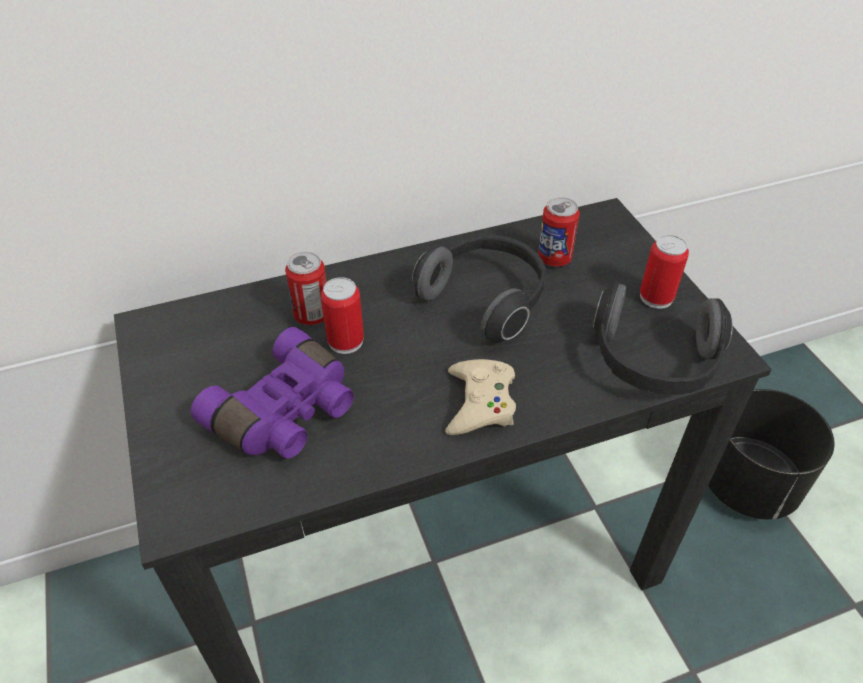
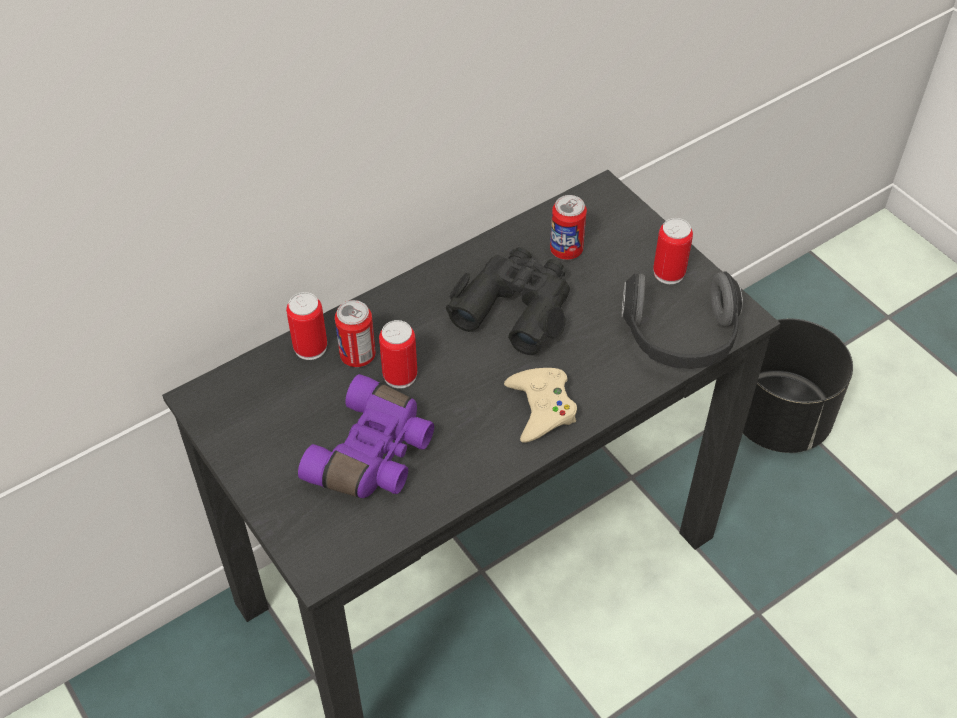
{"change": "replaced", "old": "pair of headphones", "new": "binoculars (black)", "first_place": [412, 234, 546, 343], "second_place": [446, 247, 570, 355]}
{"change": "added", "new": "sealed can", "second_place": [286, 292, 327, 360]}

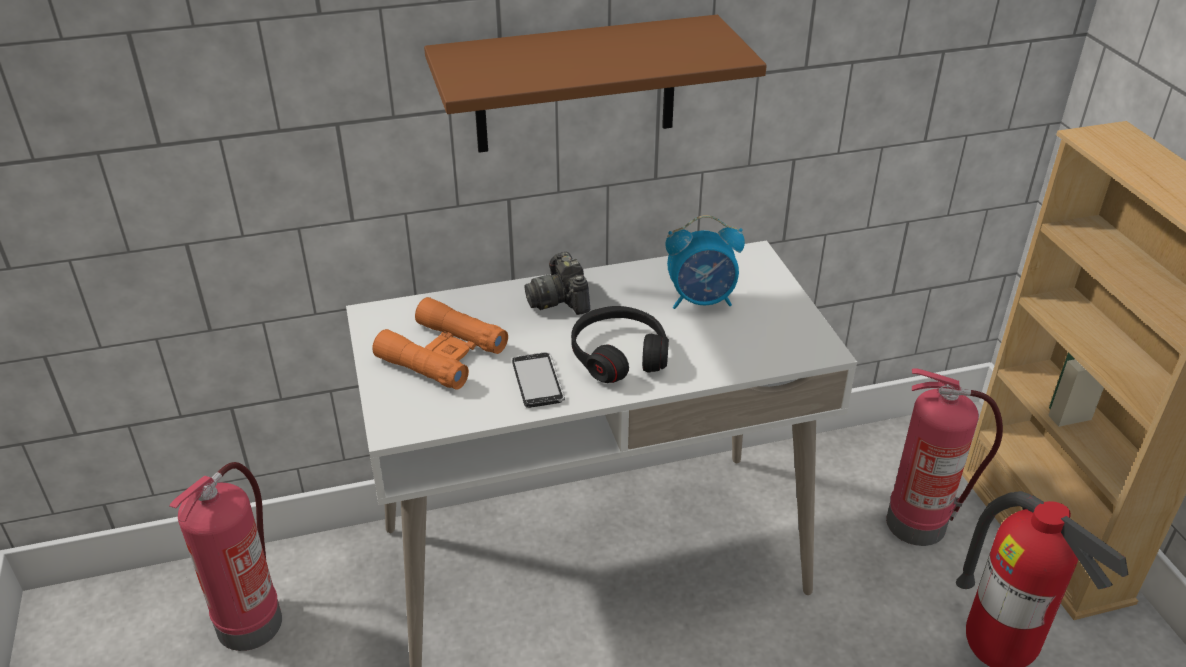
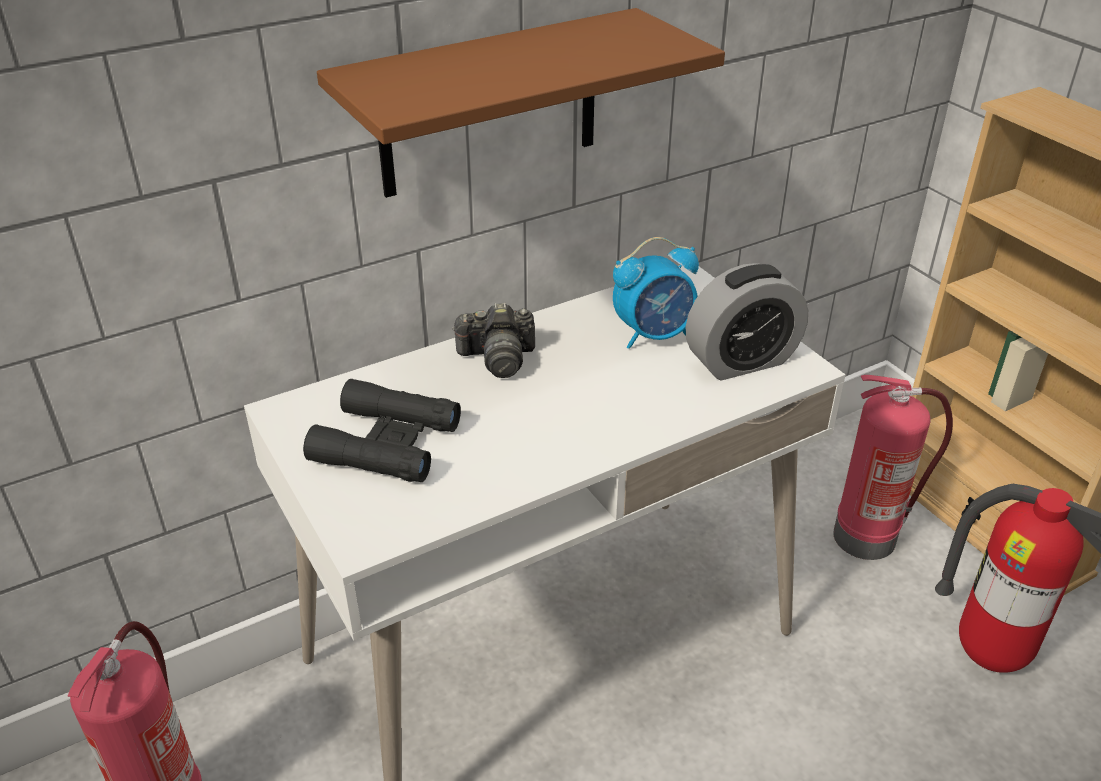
{"change": "turned", "old": "photo camera", "first_place": [525, 252, 590, 315], "second_place": [452, 303, 535, 378], "degrees": -60}
{"change": "recoloured", "old": "binoculars (orange)", "new": "binoculars (black)", "first_place": [372, 297, 508, 390], "second_place": [303, 379, 461, 482]}
{"change": "removed", "old": "pair of headphones (black)", "first_place": [571, 306, 669, 383]}
{"change": "removed", "old": "telephone", "first_place": [512, 352, 565, 408]}
{"change": "added", "new": "table clock", "second_place": [686, 263, 808, 380]}

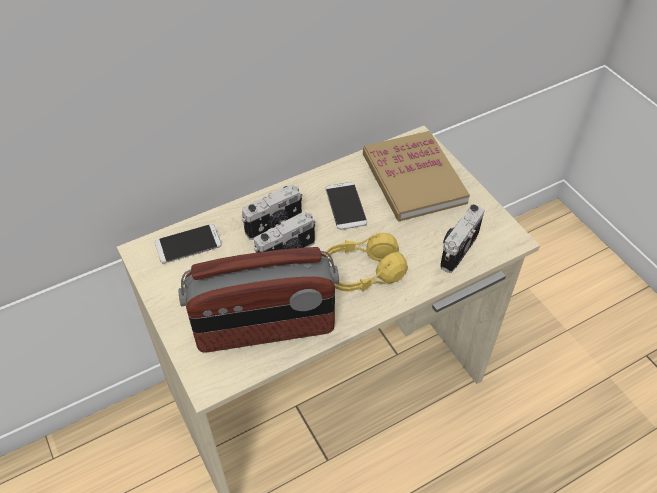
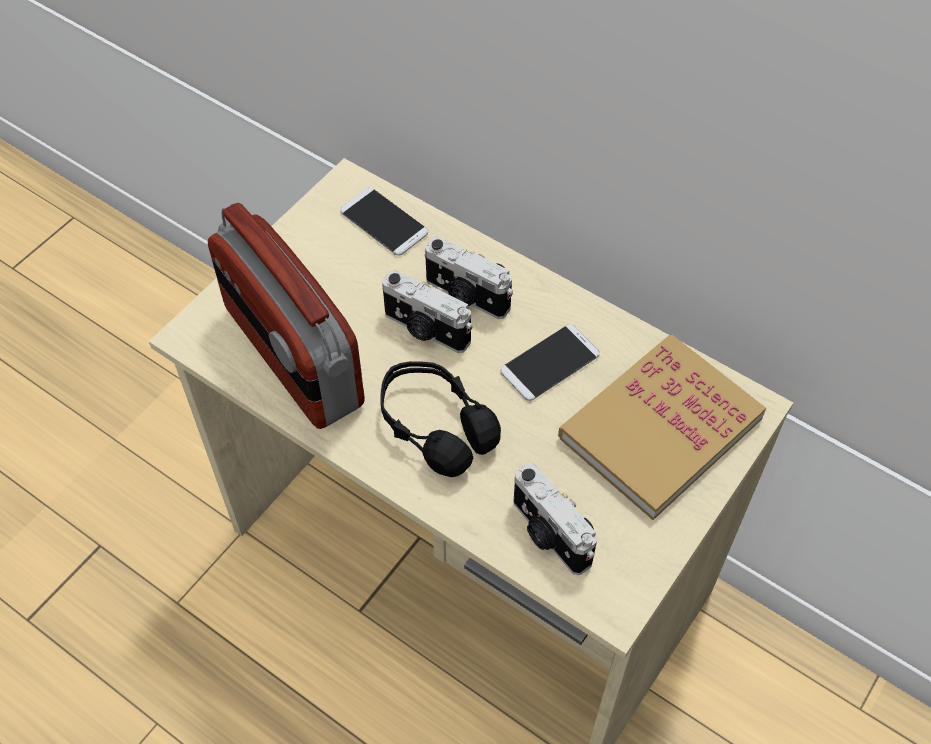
{"change": "turned", "old": "photo camera", "first_place": [440, 205, 484, 273], "second_place": [513, 463, 597, 575], "degrees": -135}
{"change": "recoloured", "old": "pair of headphones (yellowish)", "new": "pair of headphones (black)", "first_place": [324, 233, 408, 292], "second_place": [380, 361, 501, 477]}

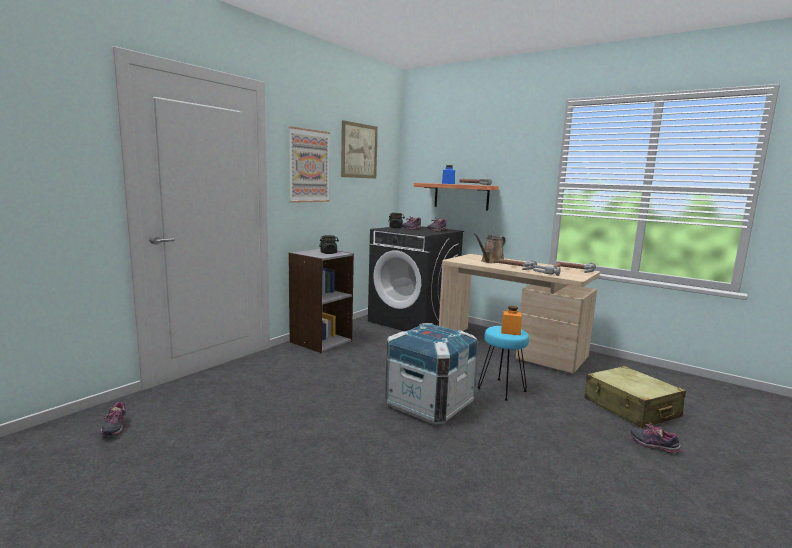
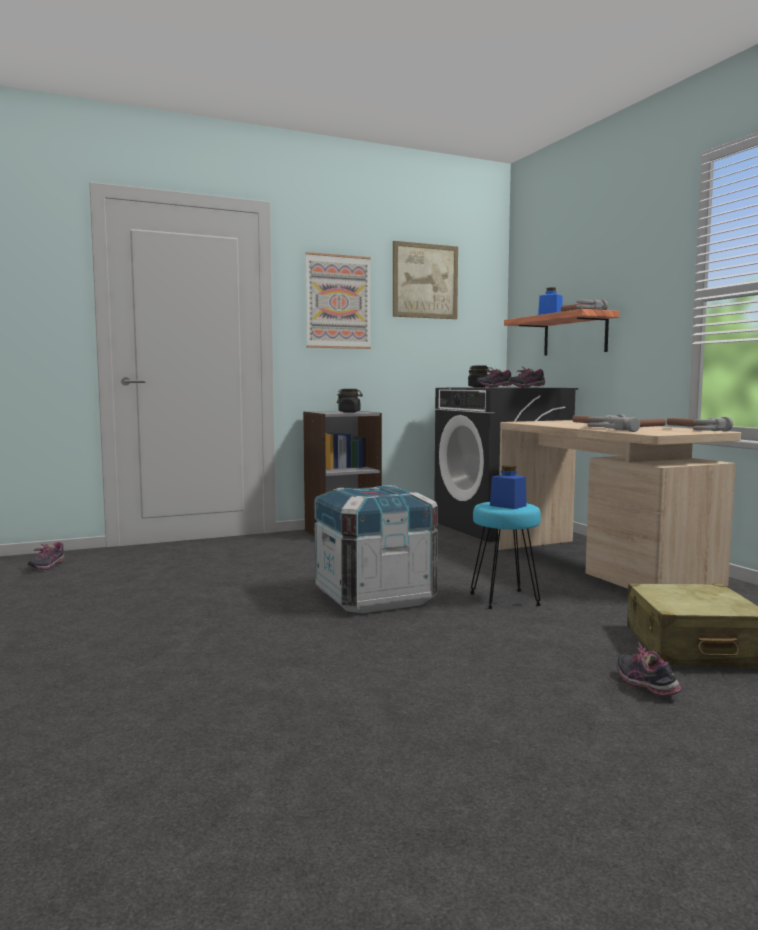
{"change": "removed", "old": "watering can (brown-coloured)", "first_place": [474, 233, 506, 263]}
{"change": "recoloured", "old": "storage jar (orange)", "new": "storage jar (blue)", "first_place": [501, 306, 522, 336], "second_place": [490, 465, 527, 509]}

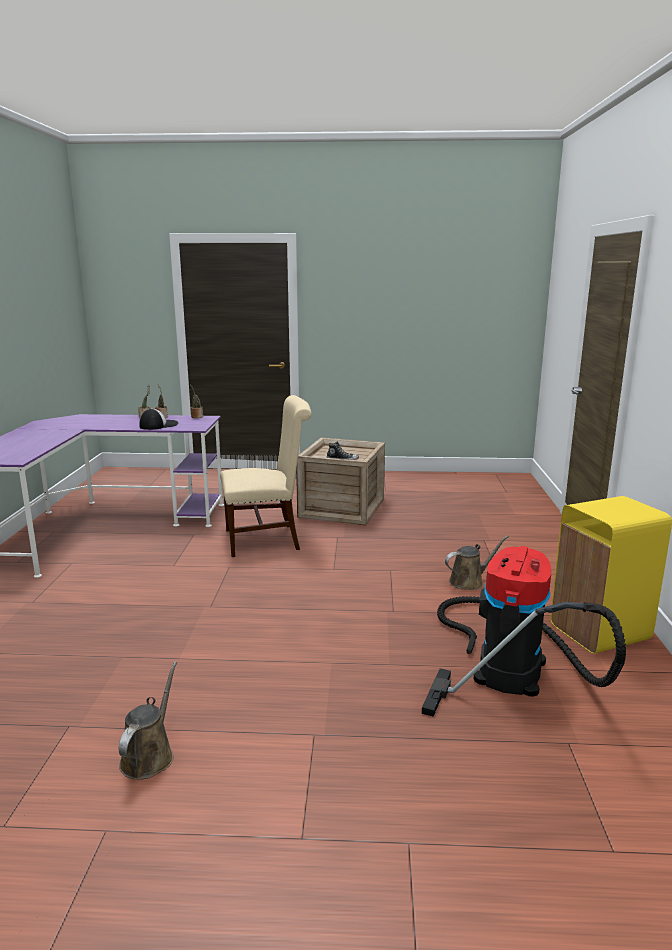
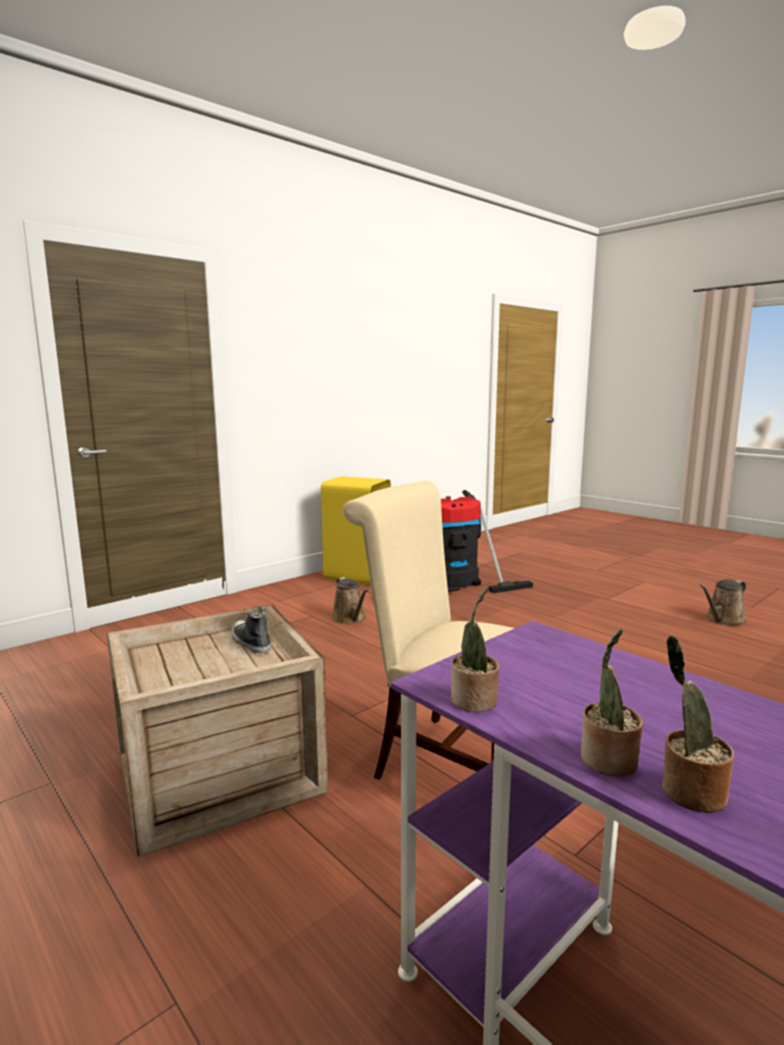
{"change": "removed", "old": "cap", "first_place": [139, 409, 178, 430]}
{"change": "turned", "old": "watering can (brown-coloured)", "first_place": [445, 535, 509, 590], "second_place": [332, 577, 367, 624], "degrees": -135}

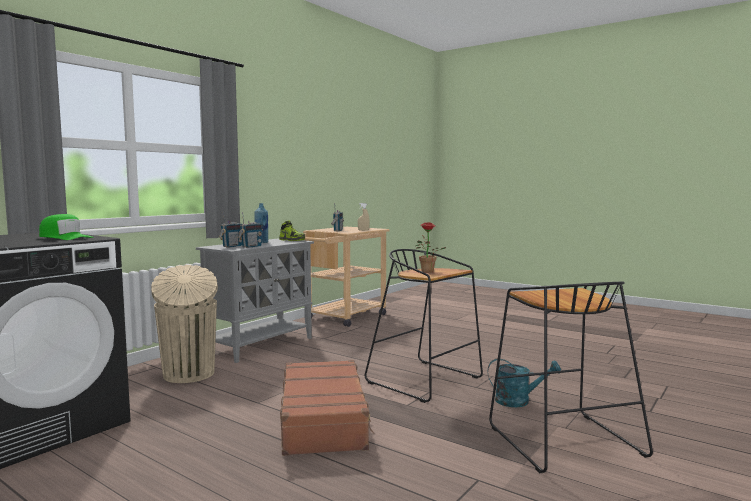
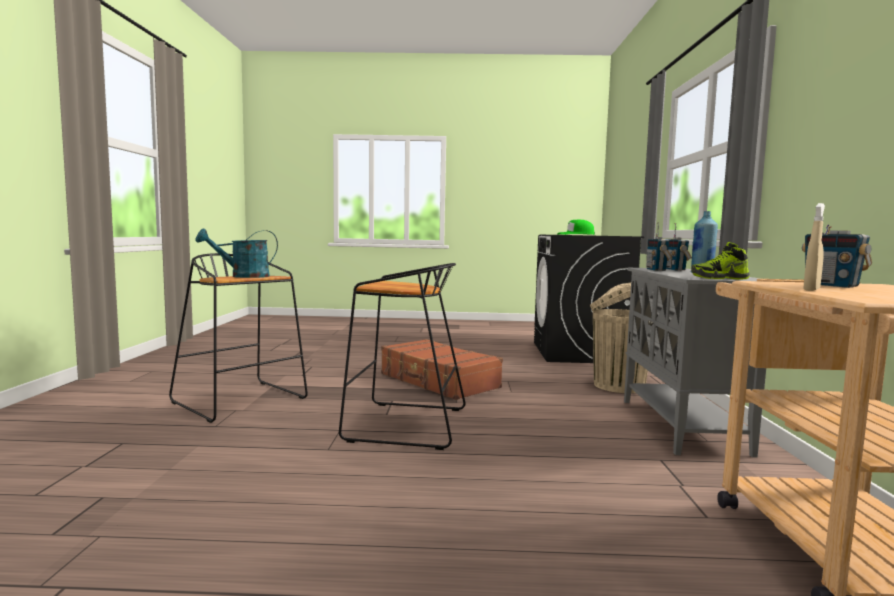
{"change": "removed", "old": "houseplant", "first_place": [416, 222, 446, 273]}
{"change": "moved", "old": "watering can (blue-green)", "first_place": [488, 359, 561, 407], "second_place": [196, 228, 278, 278]}

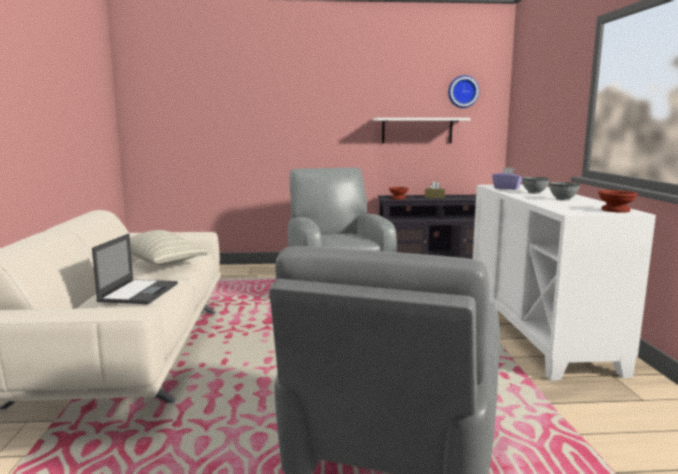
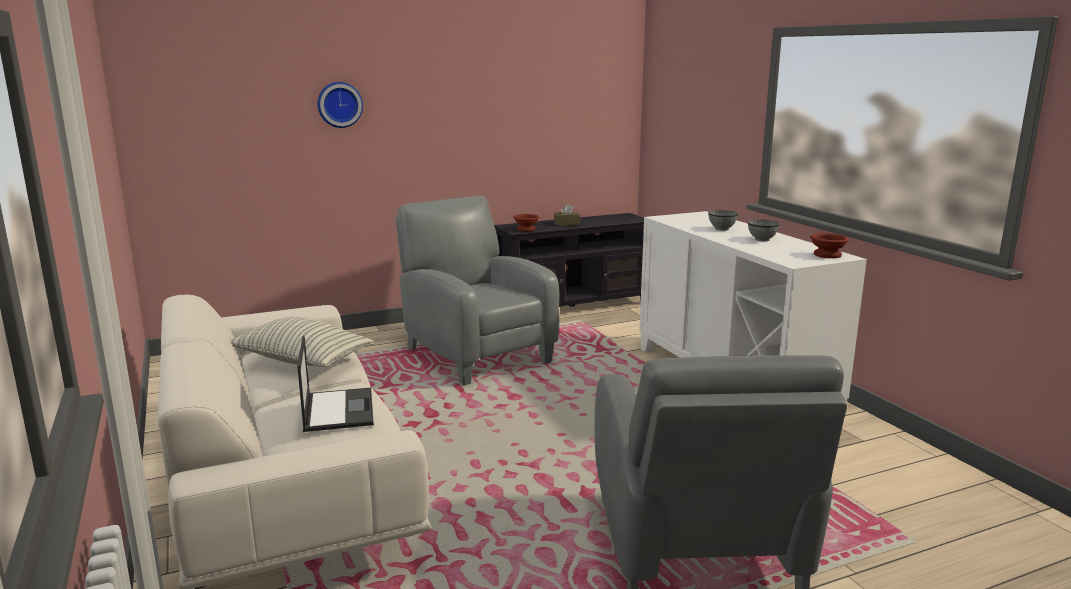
{"change": "moved", "old": "clock on the wall", "first_place": [448, 75, 479, 108], "second_place": [317, 82, 363, 128]}
{"change": "removed", "old": "shelf (white-coloured)", "first_place": [373, 118, 470, 144]}
{"change": "removed", "old": "box of tissues (purple-coloured)", "first_place": [492, 167, 522, 190]}

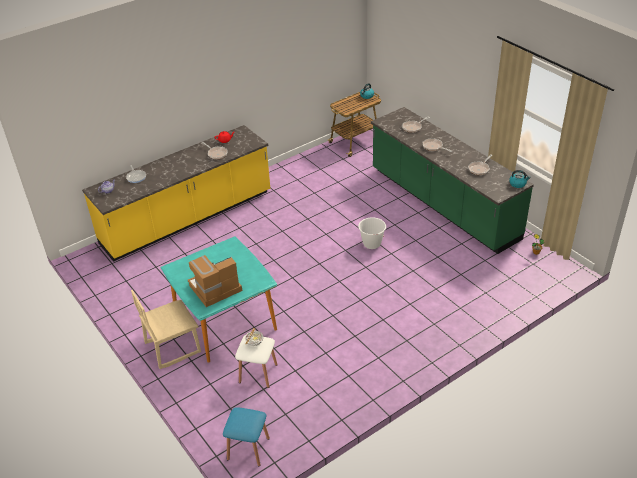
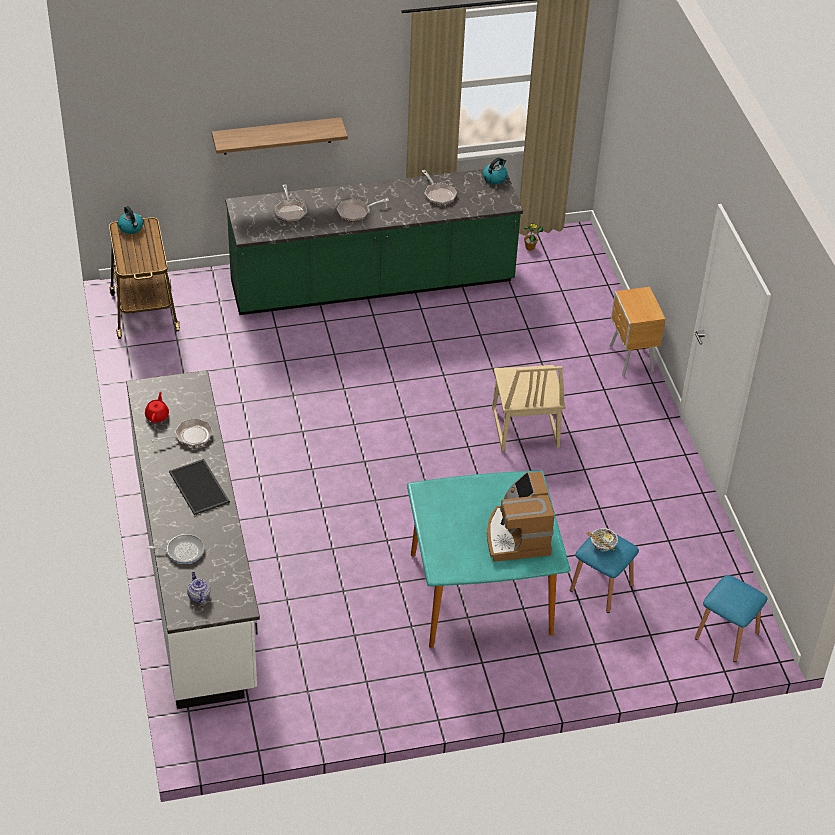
{"change": "recoloured", "old": "kitchen base unit (yellowish)", "new": "kitchen base unit (white-coloured)", "first_place": [82, 125, 270, 262], "second_place": [126, 370, 260, 709]}
{"change": "removed", "old": "water bucket (white-coloured)", "first_place": [358, 217, 386, 249]}
{"change": "moved", "old": "upright chair (beige)", "first_place": [131, 290, 201, 369], "second_place": [492, 365, 565, 451]}
{"change": "recoloured", "old": "stool seat (white-coloured)", "new": "stool seat (blue)", "first_place": [235, 336, 278, 388], "second_place": [570, 528, 639, 613]}
{"change": "added", "new": "shelf", "second_place": [212, 117, 348, 155]}
{"change": "added", "new": "bedside table (brown-coloured)", "second_place": [609, 287, 665, 376]}
{"change": "added", "new": "tray", "second_place": [169, 459, 230, 515]}

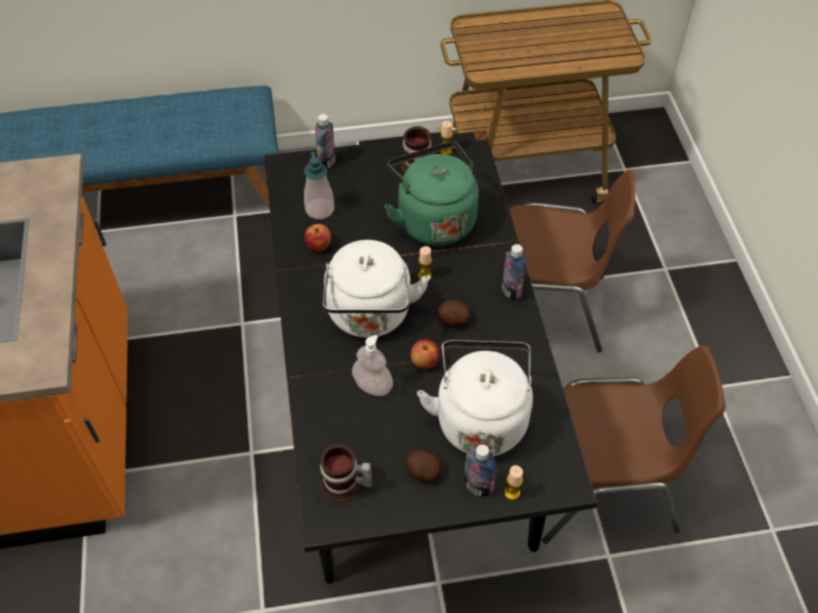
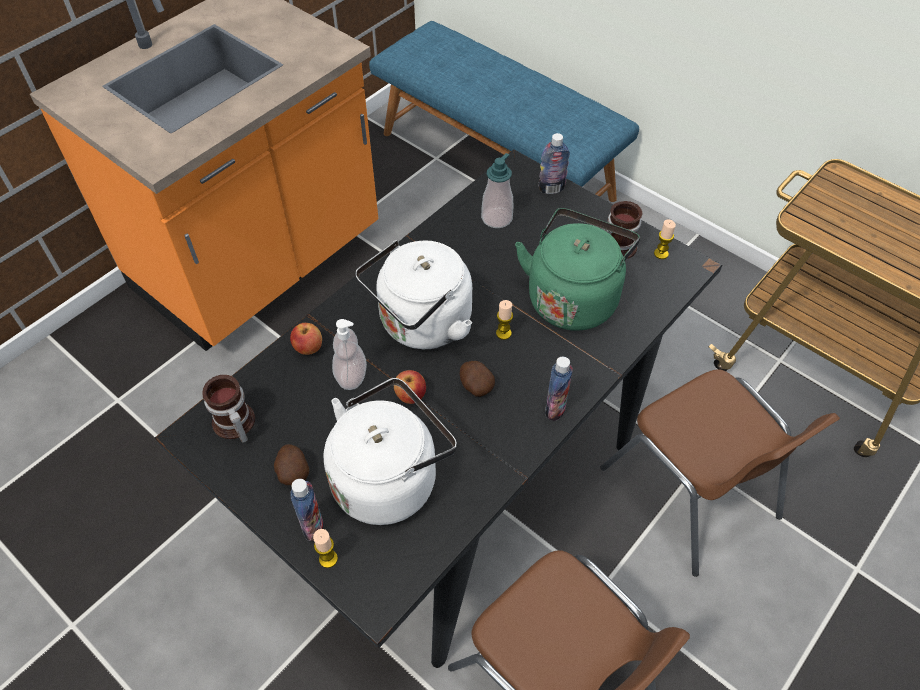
{"change": "moved", "old": "whole apple", "first_place": [305, 224, 331, 252], "second_place": [290, 323, 322, 355]}

